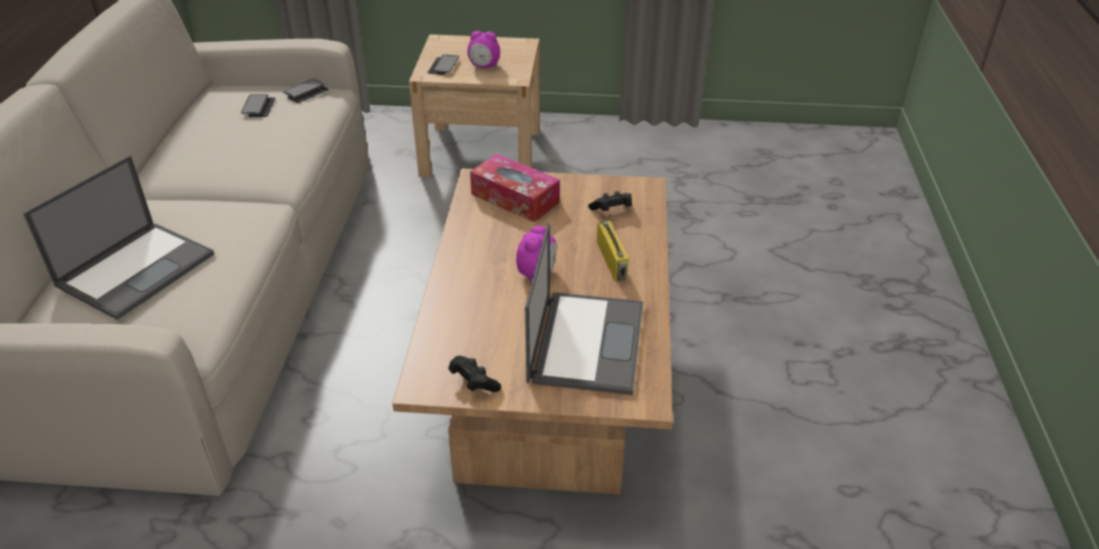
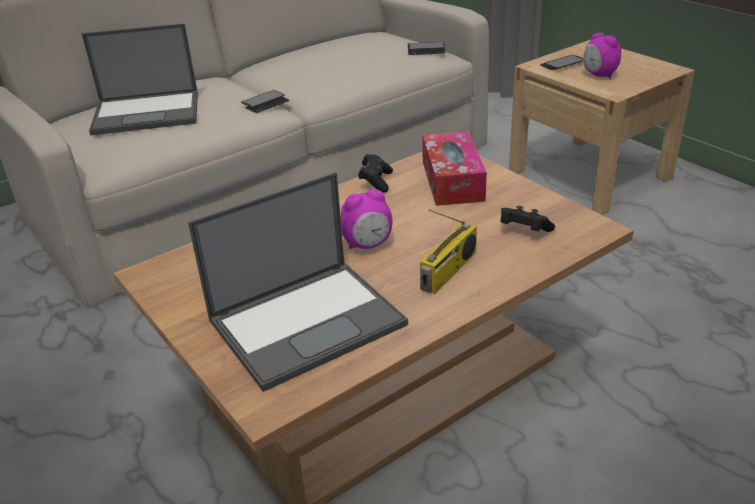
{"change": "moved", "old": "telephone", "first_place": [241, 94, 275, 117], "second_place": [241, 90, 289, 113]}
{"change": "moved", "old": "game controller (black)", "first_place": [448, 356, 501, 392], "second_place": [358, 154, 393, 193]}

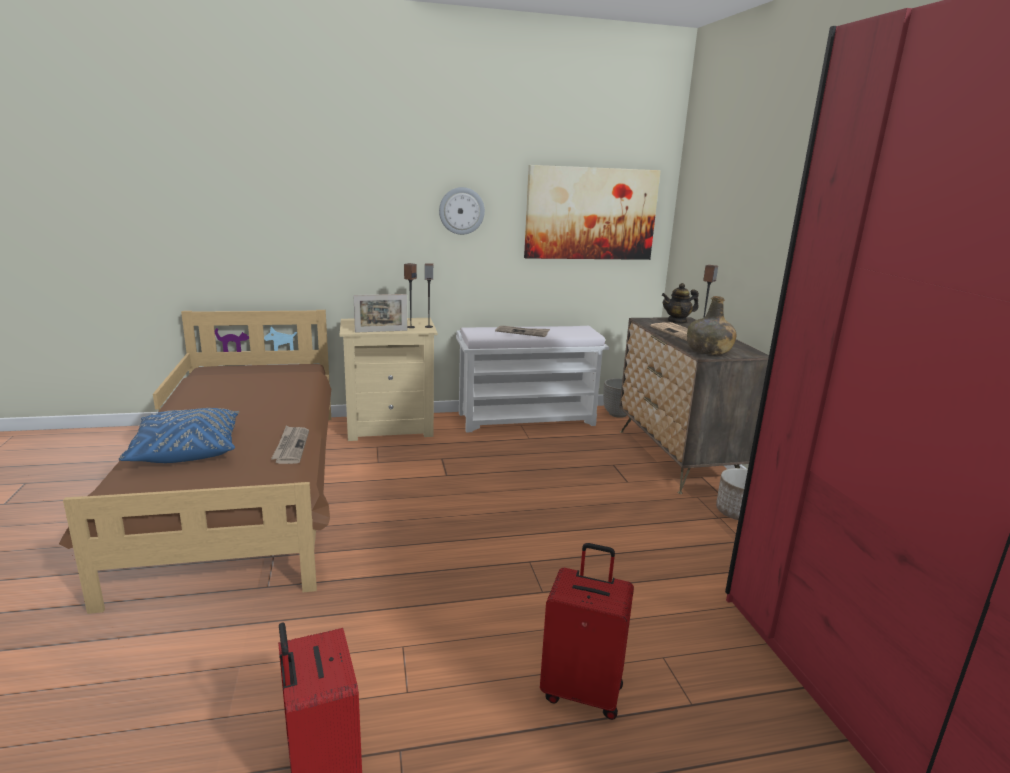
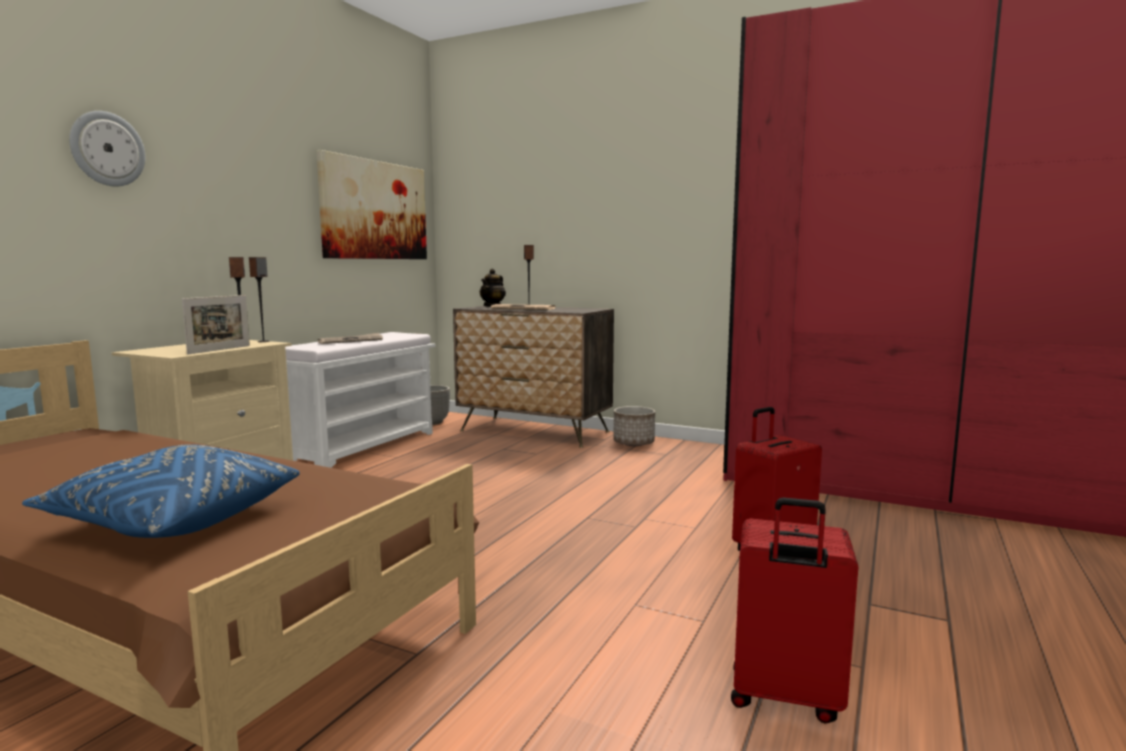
{"change": "moved", "old": "clock on the wall", "first_place": [439, 187, 485, 235], "second_place": [69, 111, 145, 186]}
{"change": "removed", "old": "bottle (green-coloured)", "first_place": [687, 296, 737, 355]}
{"change": "removed", "old": "newspaper", "first_place": [271, 426, 309, 464]}

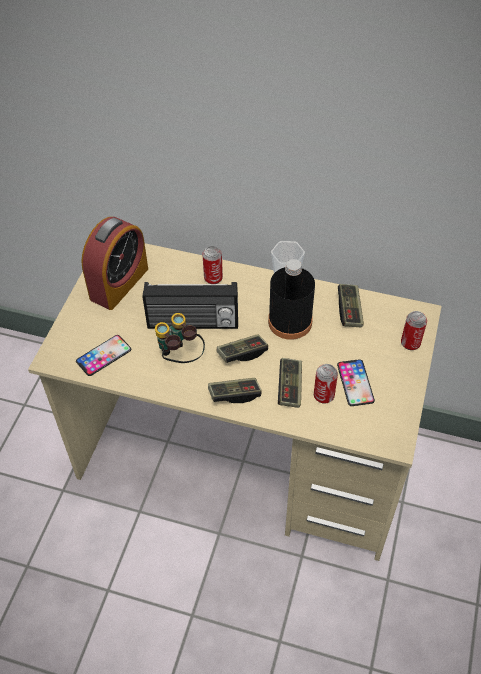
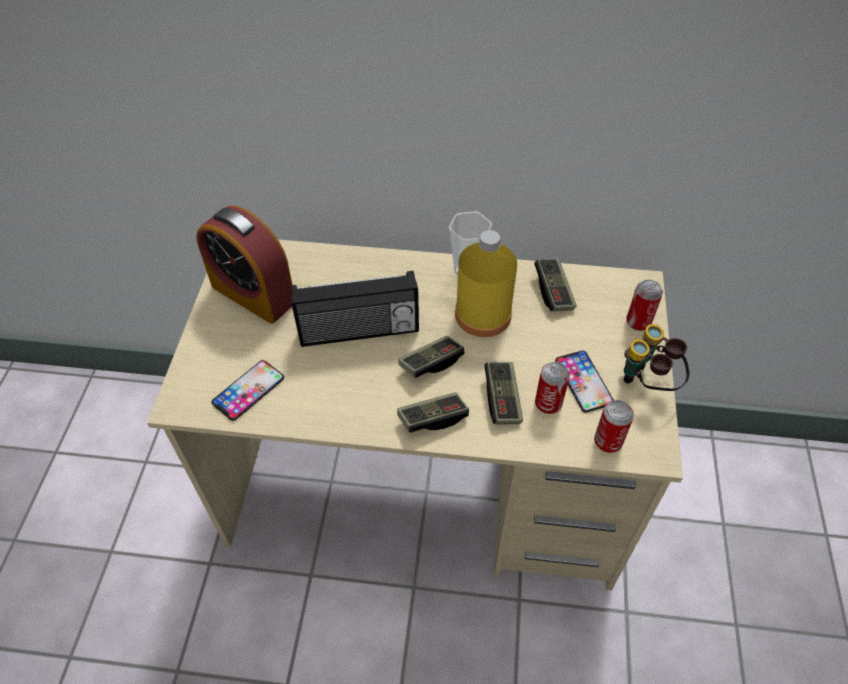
{"change": "turned", "old": "table clock", "first_place": [81, 217, 148, 310], "second_place": [196, 206, 293, 324], "degrees": 105}
{"change": "moved", "old": "sealed can", "first_place": [202, 246, 223, 284], "second_place": [594, 400, 634, 453]}
{"change": "recoloured", "old": "bottle (black)", "new": "bottle (yellowish)", "first_place": [268, 259, 315, 340], "second_place": [455, 230, 517, 337]}
{"change": "moved", "old": "binoculars", "first_place": [155, 313, 205, 363], "second_place": [624, 324, 690, 391]}

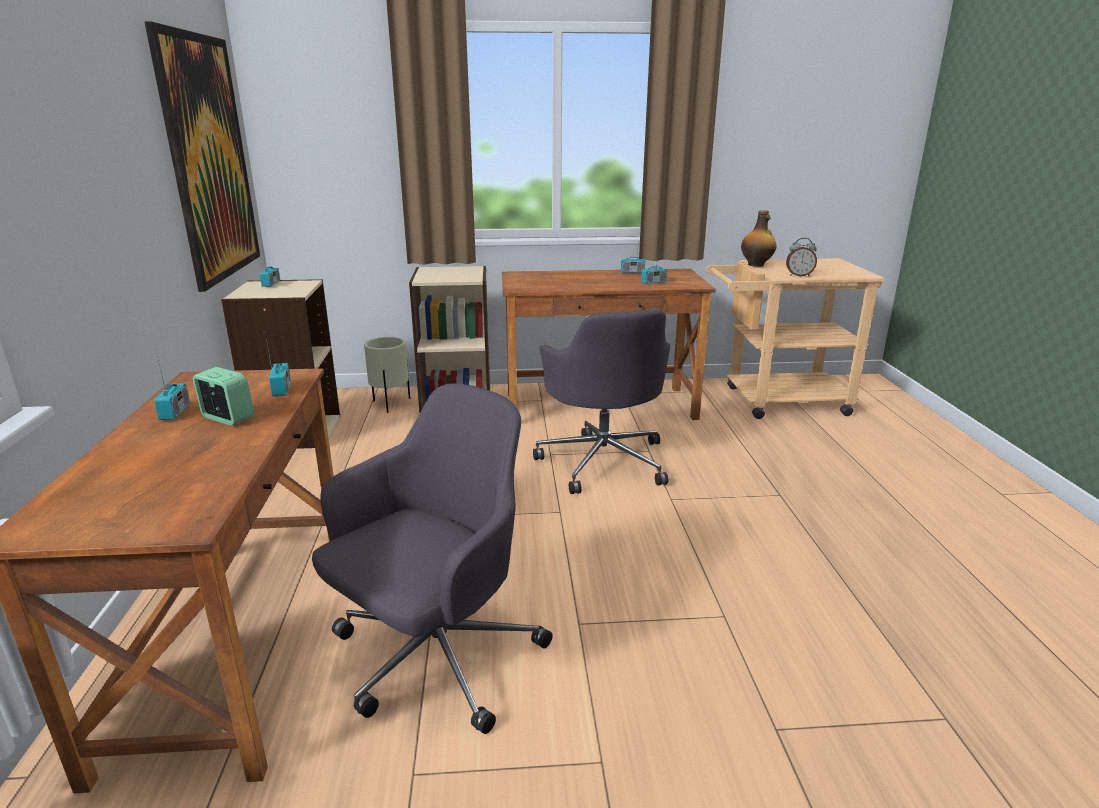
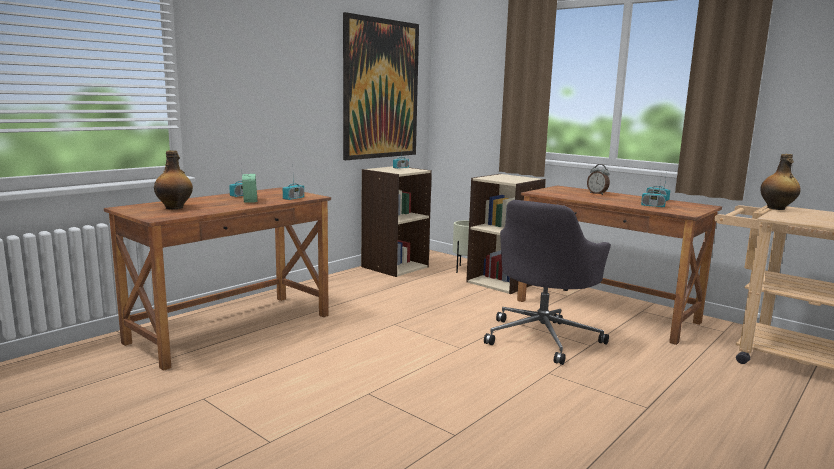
{"change": "moved", "old": "table clock", "first_place": [786, 238, 817, 276], "second_place": [587, 164, 610, 195]}
{"change": "removed", "old": "computer chair (gray)", "first_place": [312, 384, 553, 734]}
{"change": "added", "new": "bottle", "second_place": [154, 150, 193, 209]}

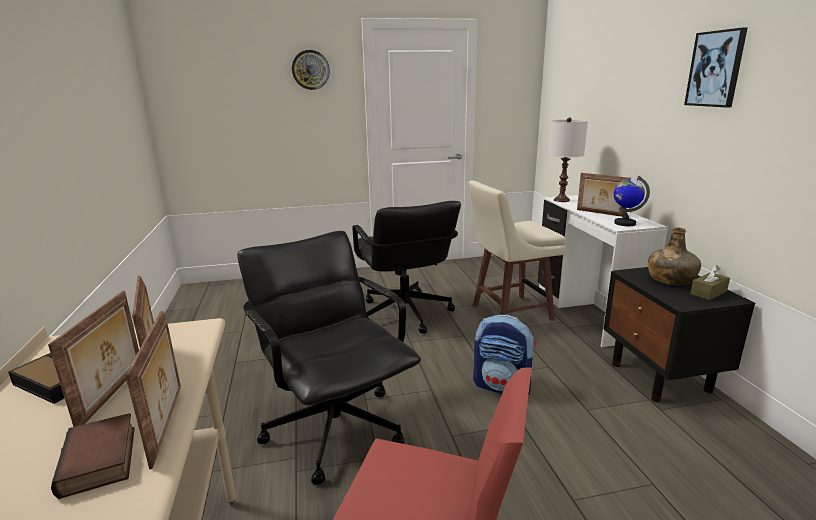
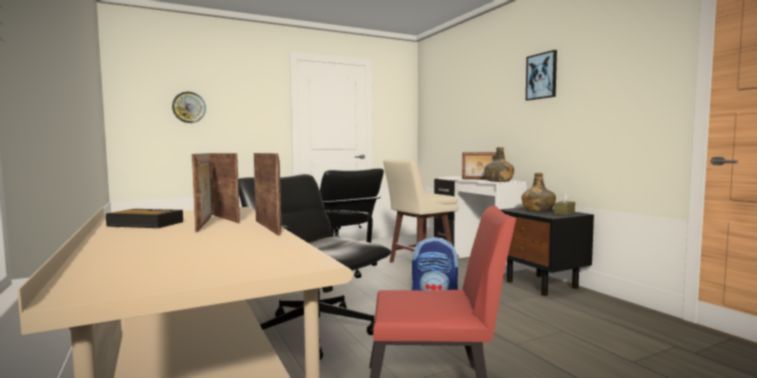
{"change": "moved", "old": "clock on the wall", "first_place": [292, 50, 330, 90], "second_place": [172, 92, 206, 123]}
{"change": "removed", "old": "table lamp (white-coloured)", "first_place": [548, 117, 588, 202]}
{"change": "replaced", "old": "desk globe", "new": "bottle (green-coloured)", "first_place": [614, 176, 650, 226], "second_place": [484, 147, 514, 182]}
{"change": "removed", "old": "book", "first_place": [51, 413, 135, 499]}

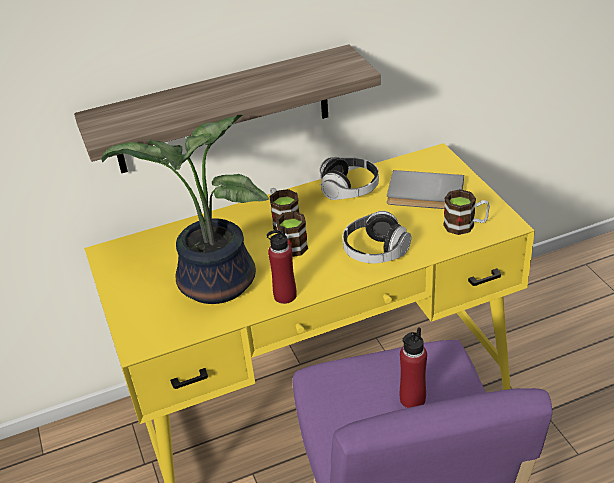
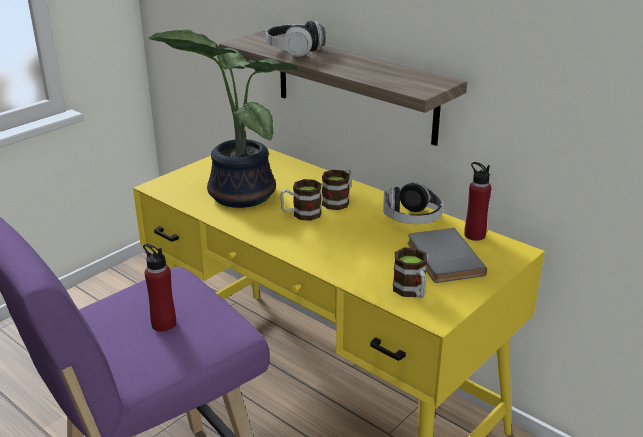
{"change": "moved", "old": "pair of headphones", "first_place": [343, 211, 411, 263], "second_place": [266, 21, 326, 57]}
{"change": "moved", "old": "bottle (reddish)", "first_place": [267, 226, 297, 304], "second_place": [464, 162, 491, 241]}

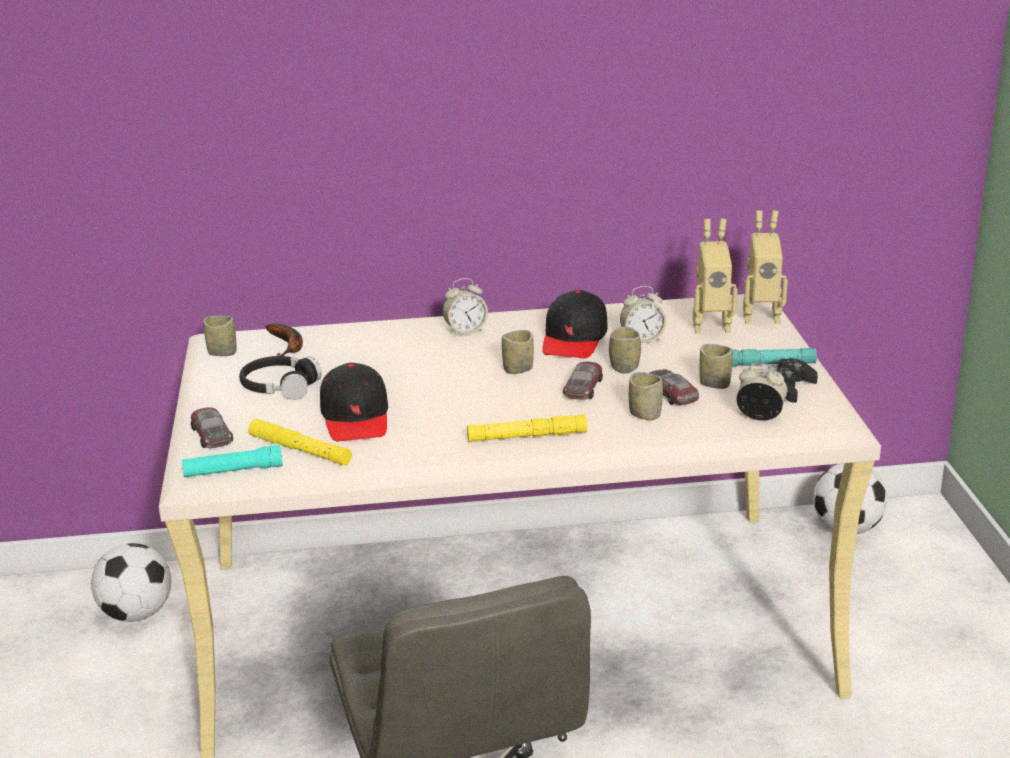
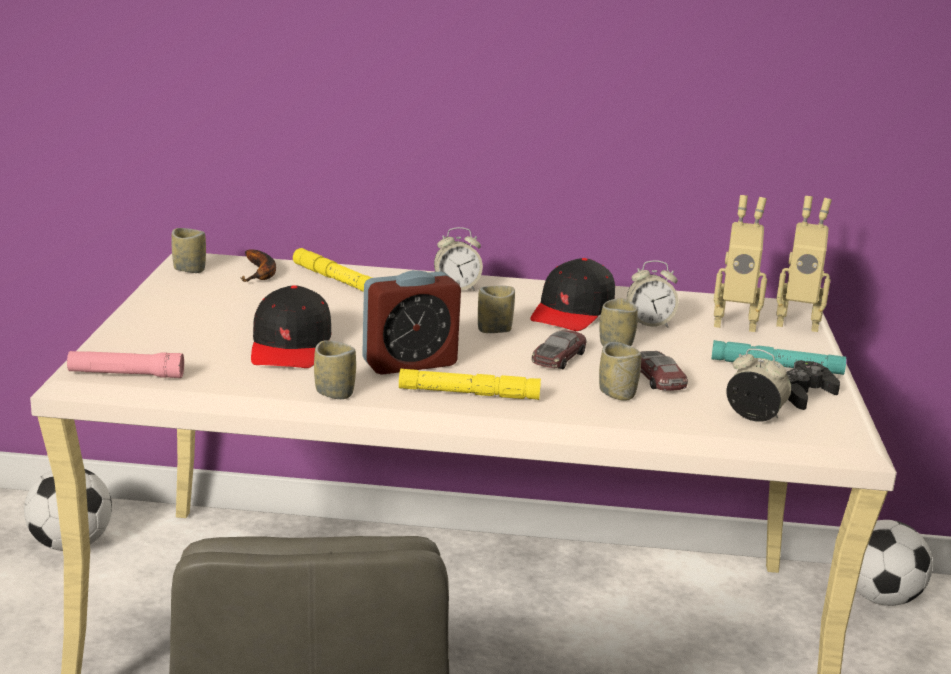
{"change": "moved", "old": "small cup", "first_place": [699, 344, 733, 389], "second_place": [314, 340, 356, 399]}
{"change": "removed", "old": "pair of headphones (black)", "first_place": [239, 356, 322, 400]}
{"change": "removed", "old": "toy car", "first_place": [191, 407, 233, 448]}
{"change": "moved", "old": "torch (yellowish)", "first_place": [248, 419, 352, 466], "second_place": [293, 248, 372, 292]}
{"change": "recoloured", "old": "torch (blue-green)", "new": "torch (pink)", "first_place": [182, 445, 283, 477], "second_place": [67, 351, 184, 378]}
{"change": "added", "new": "table clock", "second_place": [362, 270, 461, 375]}

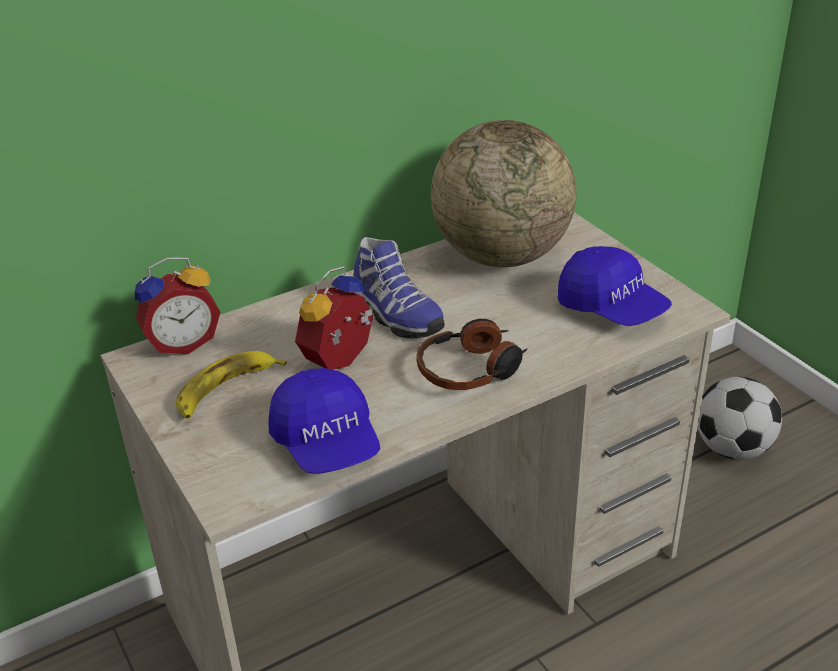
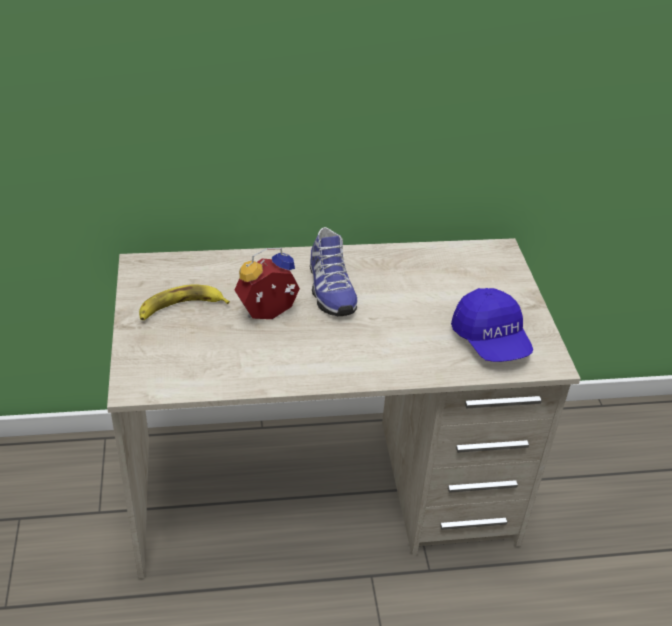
{"change": "removed", "old": "desk globe", "first_place": [431, 120, 577, 267]}
{"change": "removed", "old": "table clock", "first_place": [135, 258, 220, 354]}
{"change": "removed", "old": "pair of headphones", "first_place": [417, 319, 527, 390]}
{"change": "removed", "old": "cap (blue)", "first_place": [269, 368, 380, 474]}
{"change": "removed", "old": "football", "first_place": [698, 377, 782, 460]}

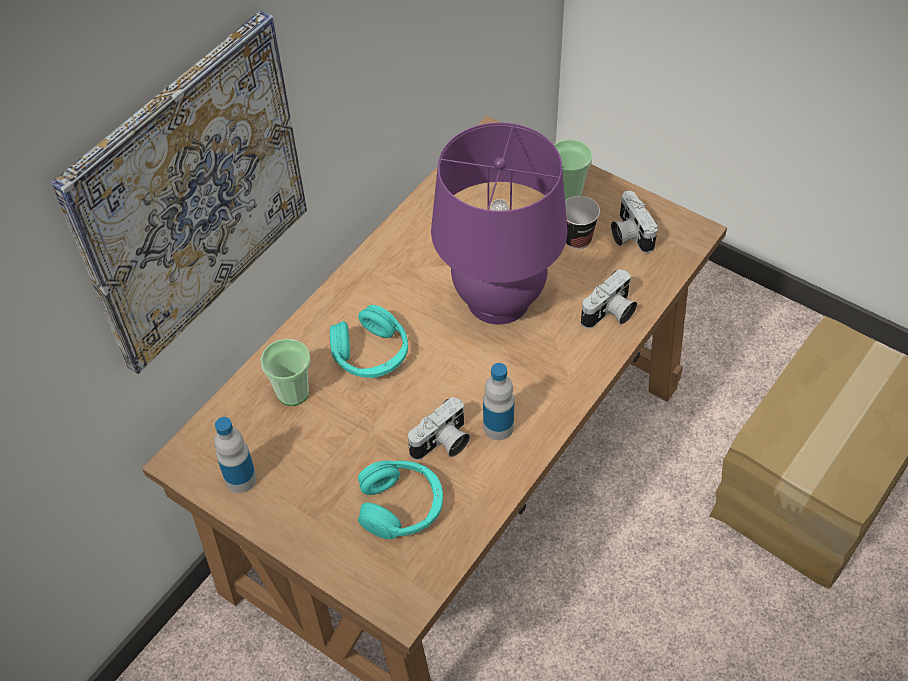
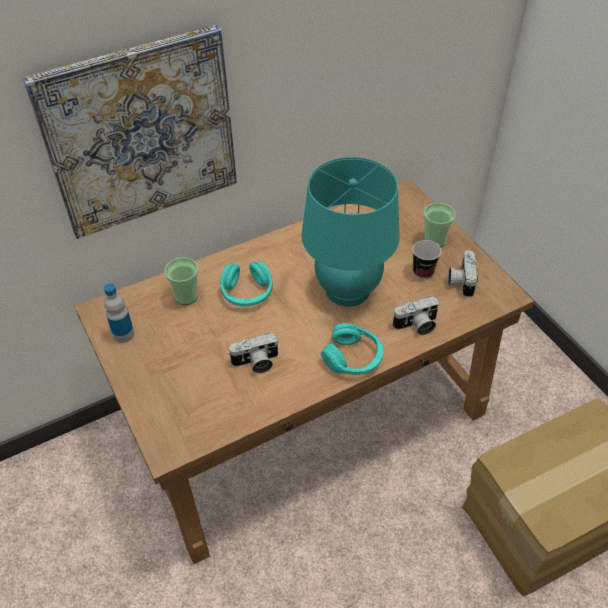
{"change": "recoloured", "old": "table lamp (purple-coloured)", "new": "table lamp (blue-green)", "first_place": [431, 123, 568, 325], "second_place": [302, 157, 400, 307]}
{"change": "removed", "old": "bottle", "first_place": [483, 363, 515, 440]}
{"change": "moved", "old": "pair of headphones (blue-green)", "first_place": [358, 460, 443, 539], "second_place": [321, 323, 384, 375]}

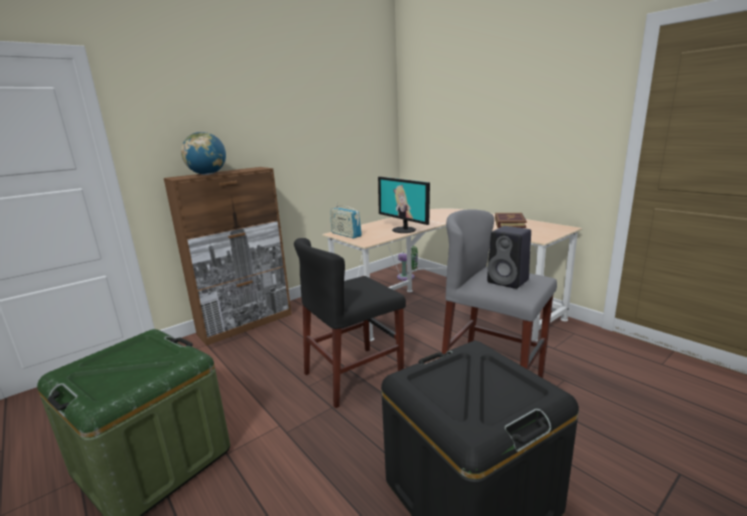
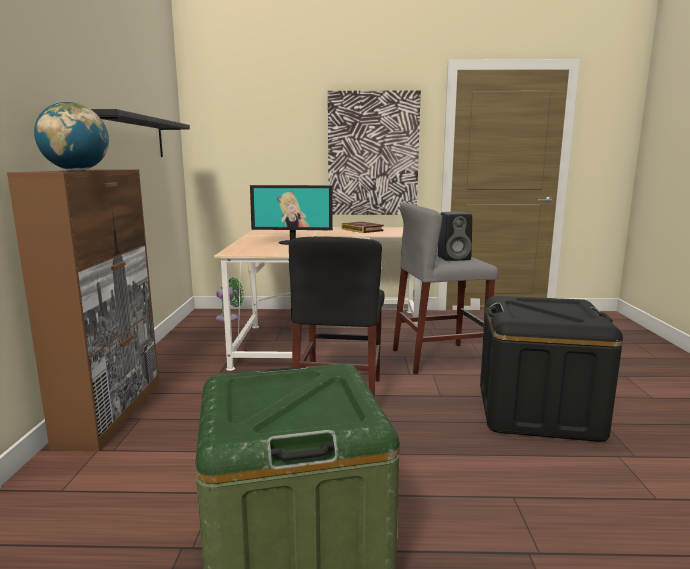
{"change": "removed", "old": "radio receiver", "first_place": [330, 202, 362, 239]}
{"change": "added", "new": "picture", "second_place": [328, 90, 421, 215]}
{"change": "added", "new": "shelf (black)", "second_place": [91, 109, 190, 157]}

